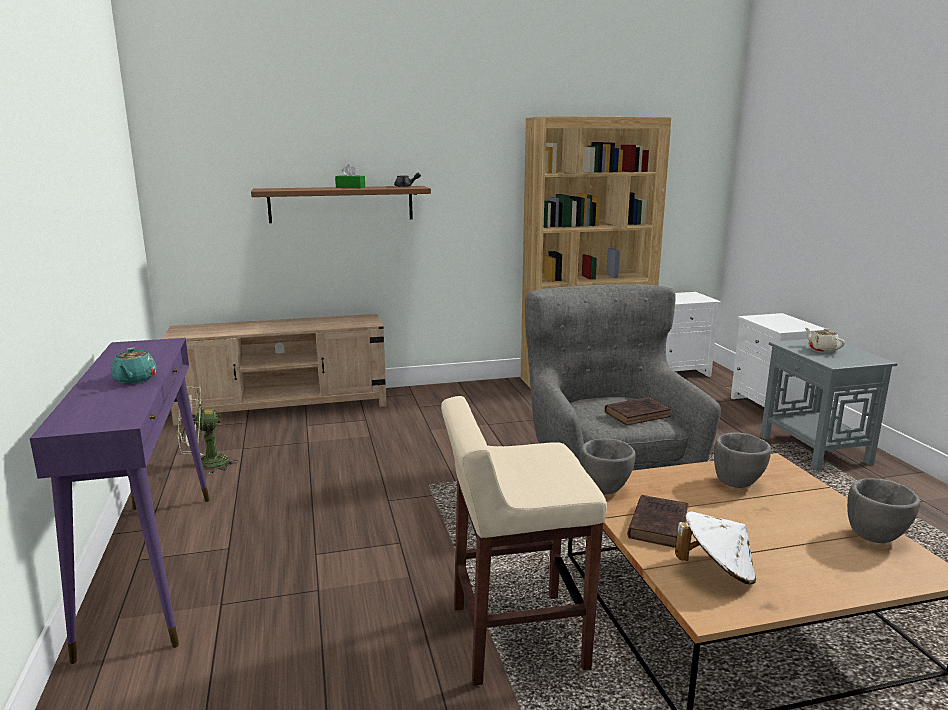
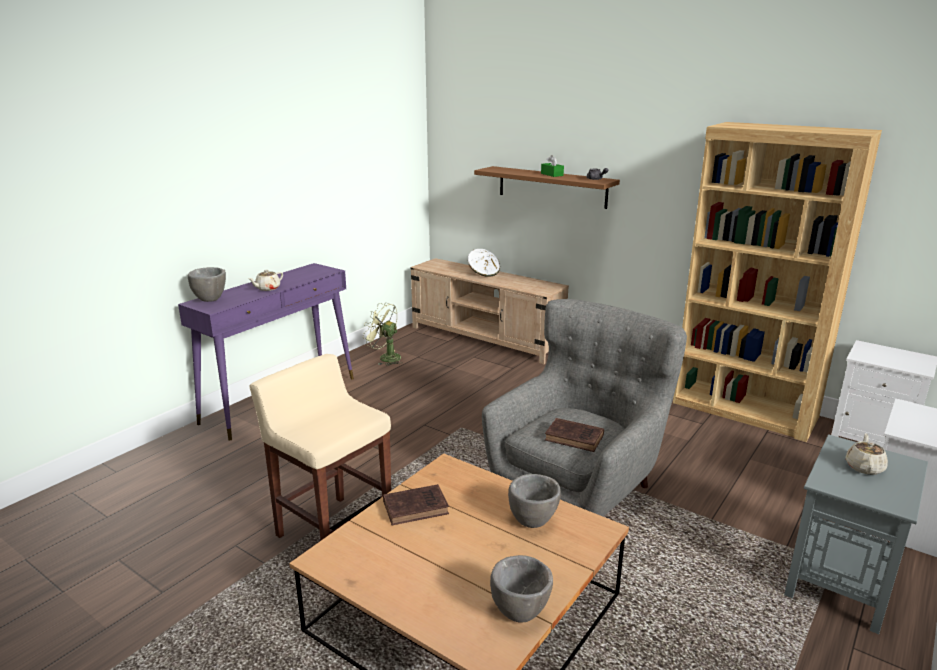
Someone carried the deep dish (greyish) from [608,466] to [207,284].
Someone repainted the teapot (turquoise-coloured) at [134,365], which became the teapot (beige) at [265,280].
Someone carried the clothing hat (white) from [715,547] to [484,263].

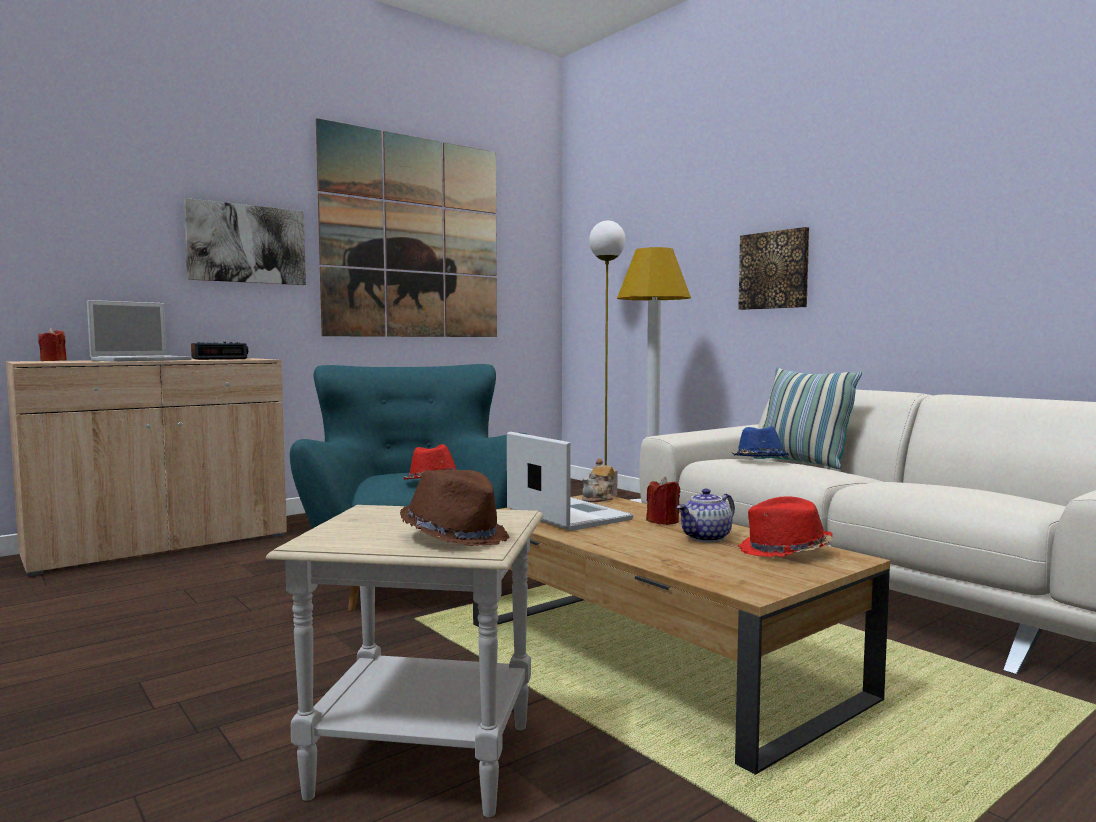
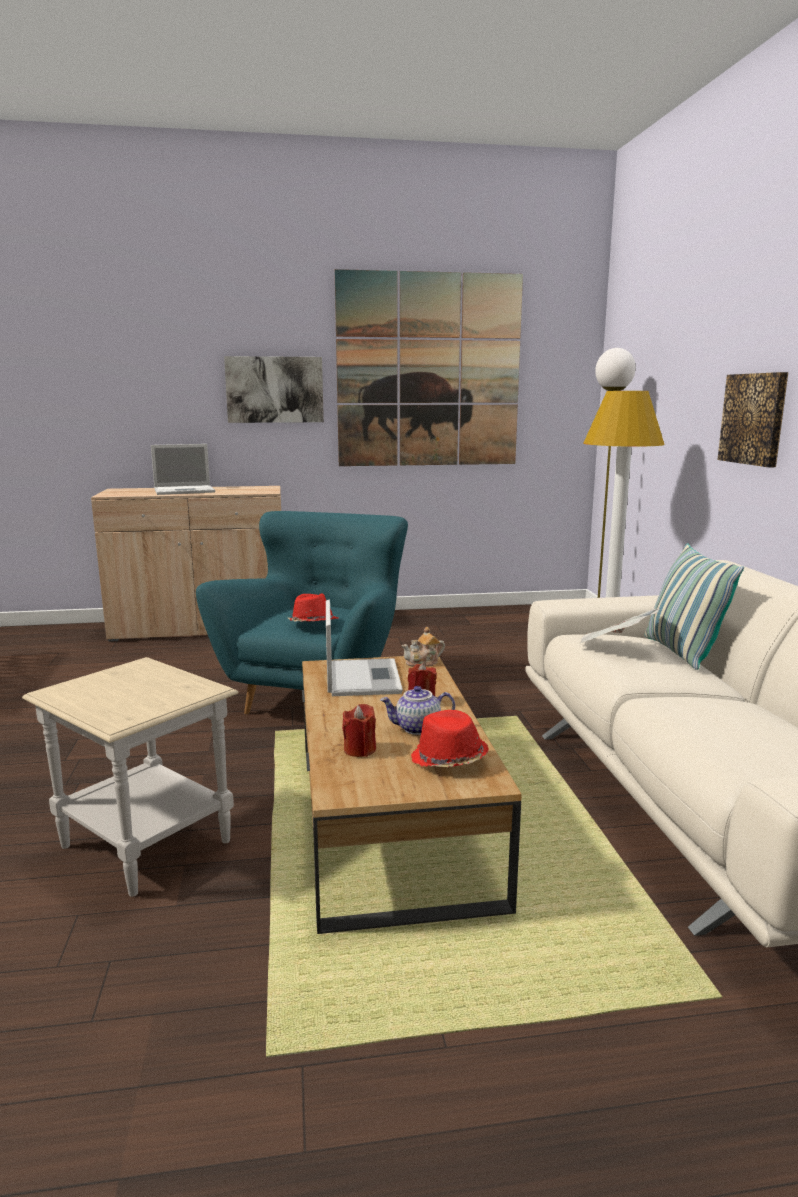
Someone carried the wax candle (reddish) from [52,344] to [359,730].
Someone swapped the clothing hat (blue-coloured) at [760,441] for the daily paper at [619,626].
Someone took away the bedside clock at [219,351].
Someone took away the clothing hat (brown) at [455,508].

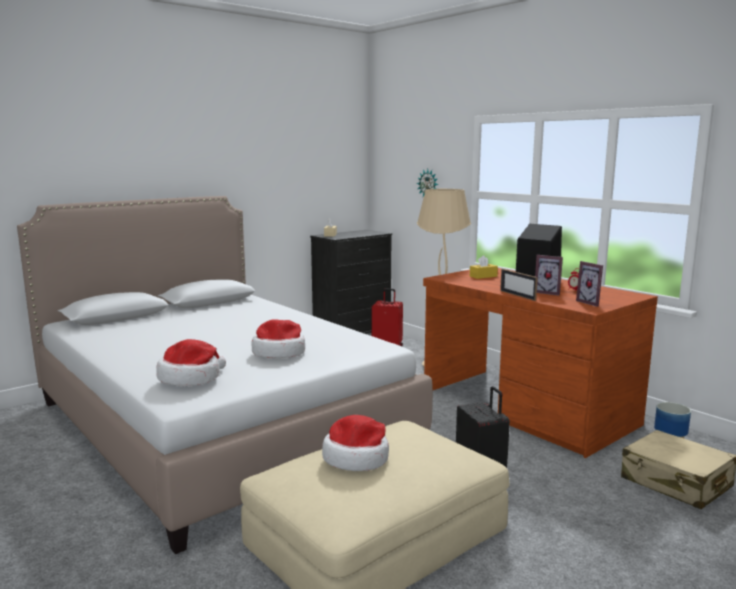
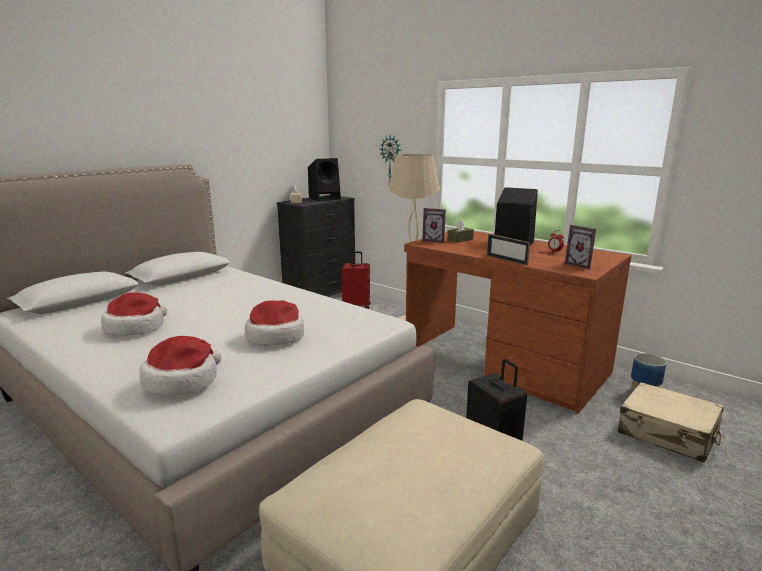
Someone carried the clothing hat from [355,443] to [134,314].
Someone put down the loudspeaker (black) at [324,179].
Someone carried the picture frame from [549,275] to [434,225].
Someone repainted the tissue box (yellow-coloured) at [484,267], which became the tissue box (brown) at [460,231].

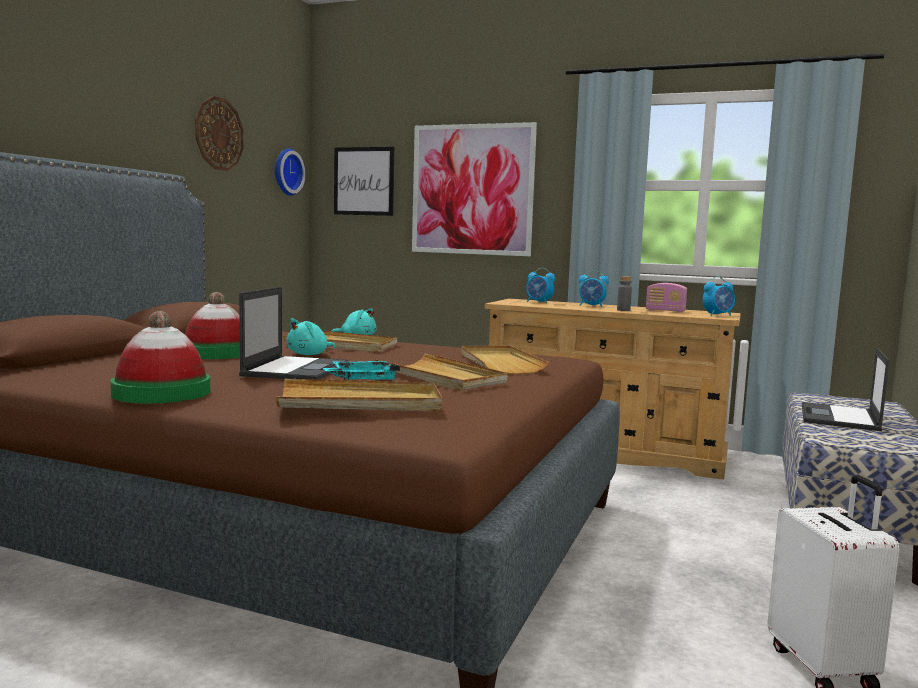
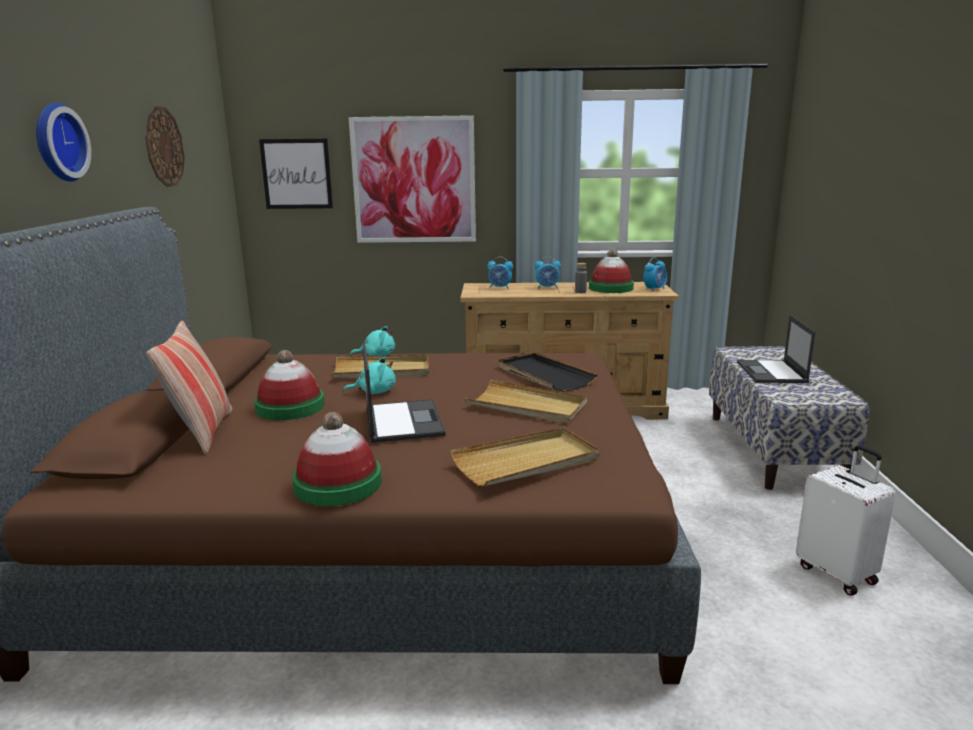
Someone carried the hanging clock from [290,172] to [63,142].
Someone put down the cushion at [189,387].
Someone rotated the plush toy (turquoise-coloured) at [311,336] by 120 degrees counterclockwise.
Someone repainted the serving tray (beige) at [505,360], which became the serving tray (black) at [548,372].
Someone swapped the radio receiver at [666,298] for the clothing hat at [611,271].
Someone took away the serving tray (turquoise-coloured) at [361,370].

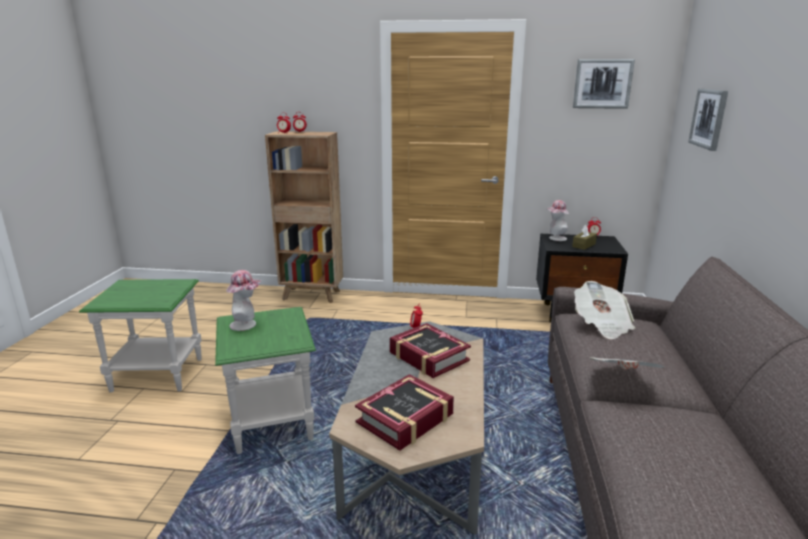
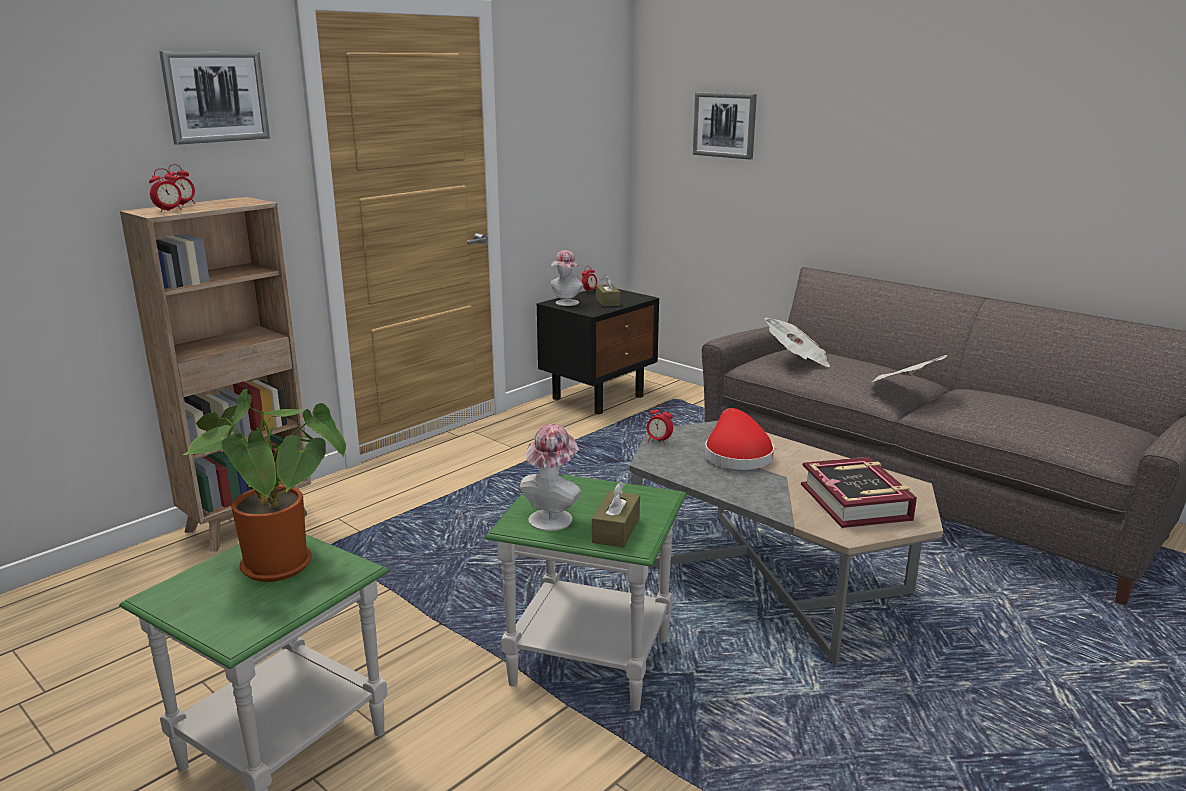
Someone carried the picture from [604,84] to [214,98].
Someone put down the houseplant at [264,485].
Someone put down the tissue box (brown) at [616,515].
Someone swapped the book at [430,350] for the clothing hat (reddish) at [739,439].

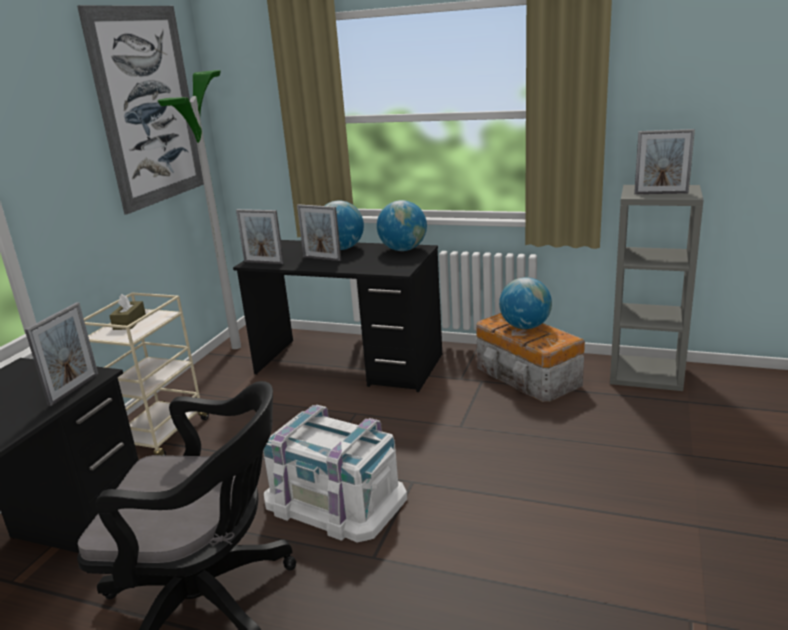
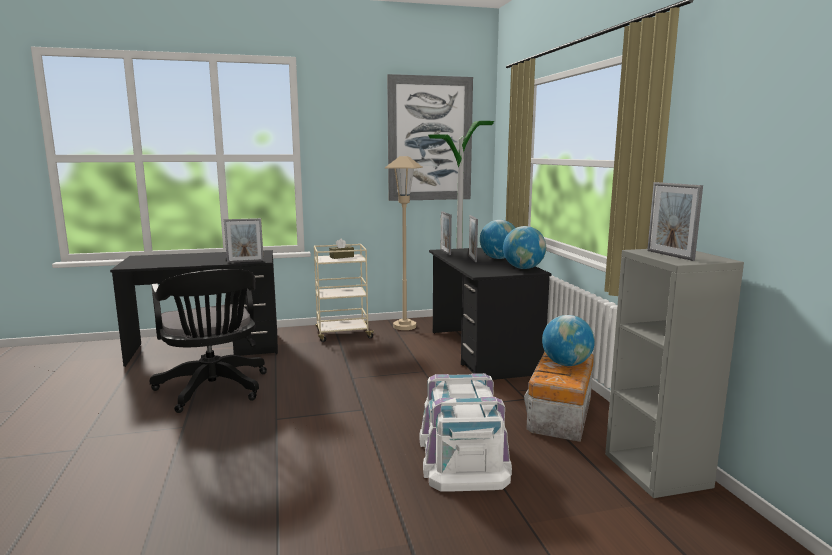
Someone put down the standard lamp (beige) at [404,243].
Someone carried the storage box (white) from [335,473] to [466,432].

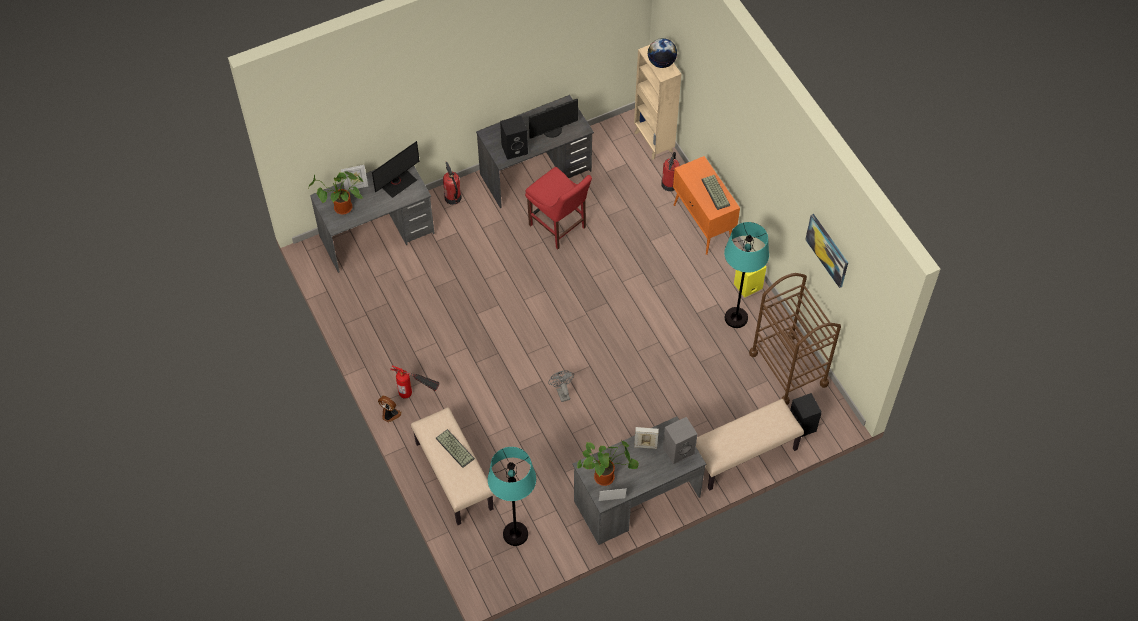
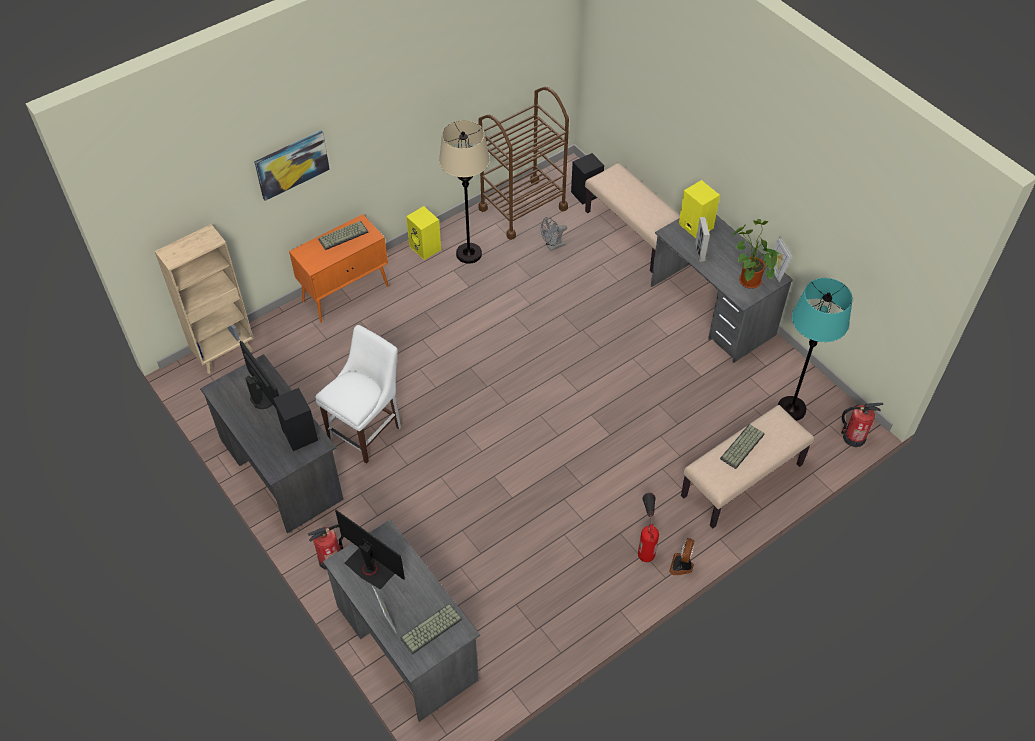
Someone carried the picture from [826,251] to [292,166].
Someone repainted the plain chair (reddish) at [558,208], which became the plain chair (white) at [358,394].
Someone swapped the houseplant at [335,193] for the keyboard at [431,629].
Someone repainted the standard lamp (turquoise-coloured) at [746,275], which became the standard lamp (beige) at [464,192].
Someone carried the fan (greyish) from [561,386] to [554,234].
Someone repainted the loudspeaker (greyish) at [680,440], which became the loudspeaker (yellow-coloured) at [699,209].
Someone carried the fire extinguisher from [670,171] to [862,425].
Someone took away the globe at [662,53].

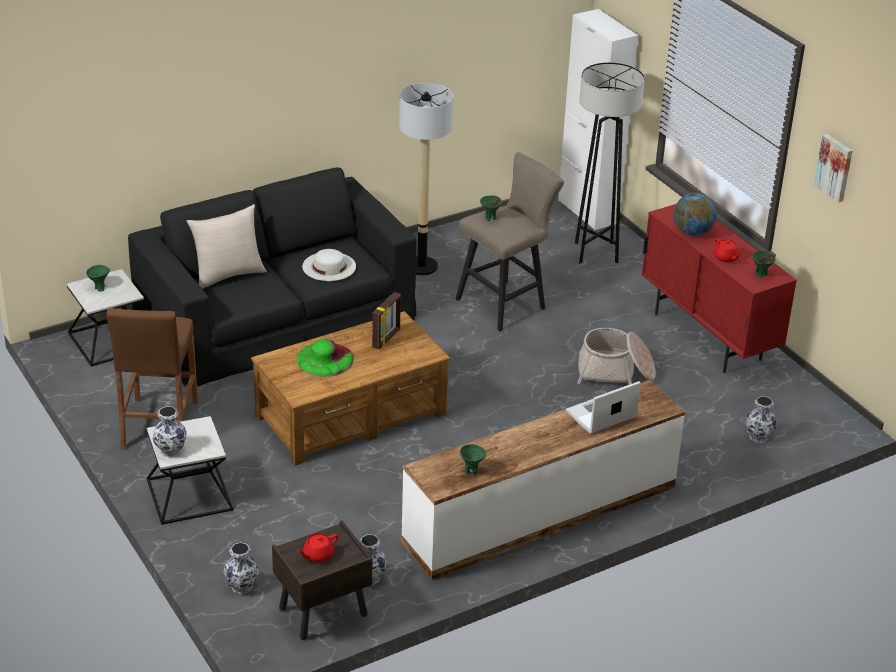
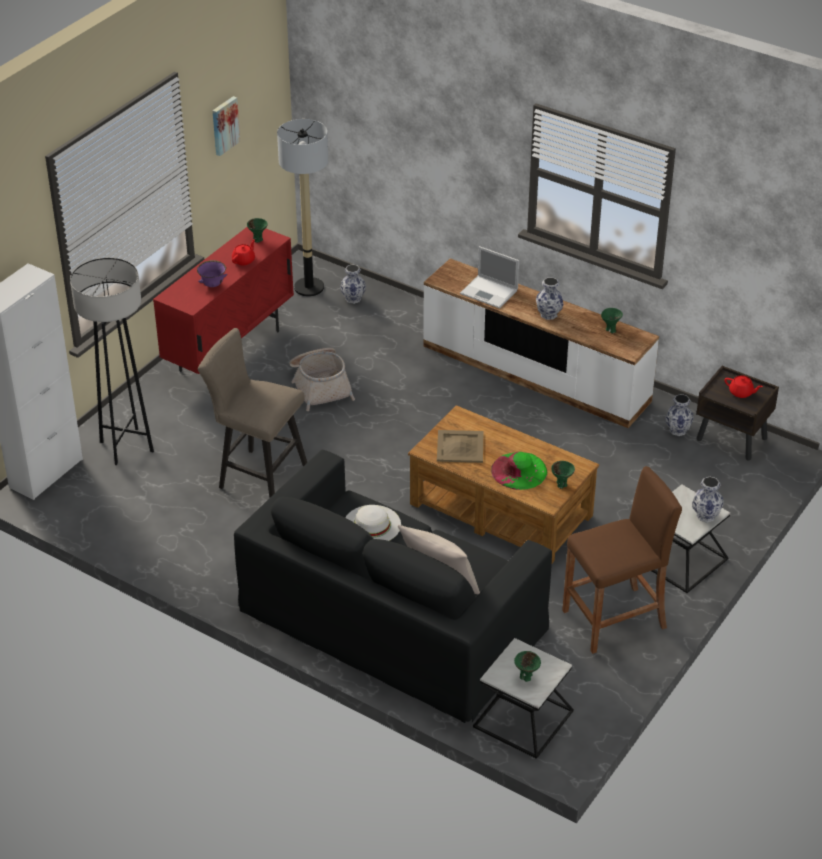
Someone swapped the globe at [695,214] for the deep dish (purple-coloured) at [212,273].
Someone carried the standard lamp from [426,179] to [302,208].
Someone swapped the picture frame at [386,321] for the serving tray (beige) at [460,446].
Someone carried the flower vase from [241,568] to [550,298].
Someone carried the deep dish (greenish) from [491,208] to [563,475].

